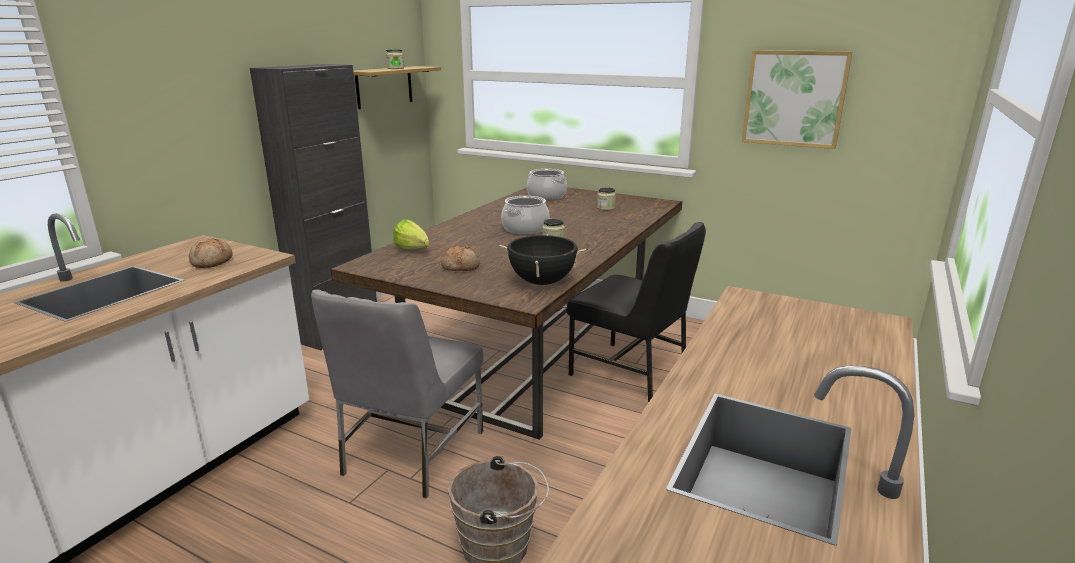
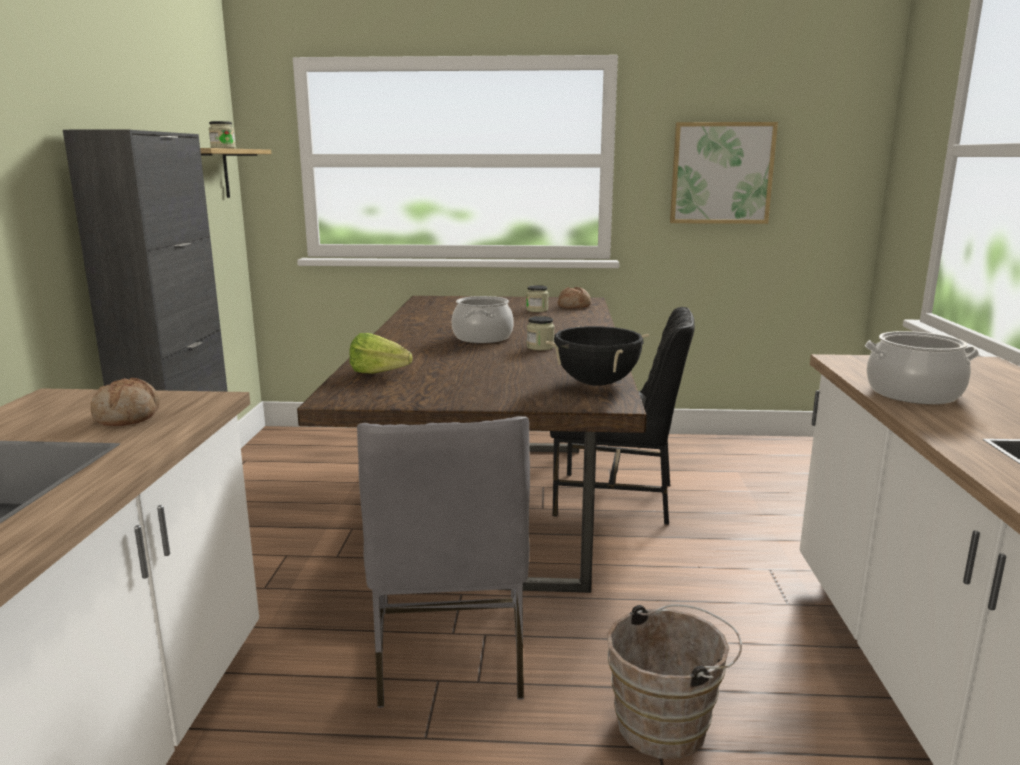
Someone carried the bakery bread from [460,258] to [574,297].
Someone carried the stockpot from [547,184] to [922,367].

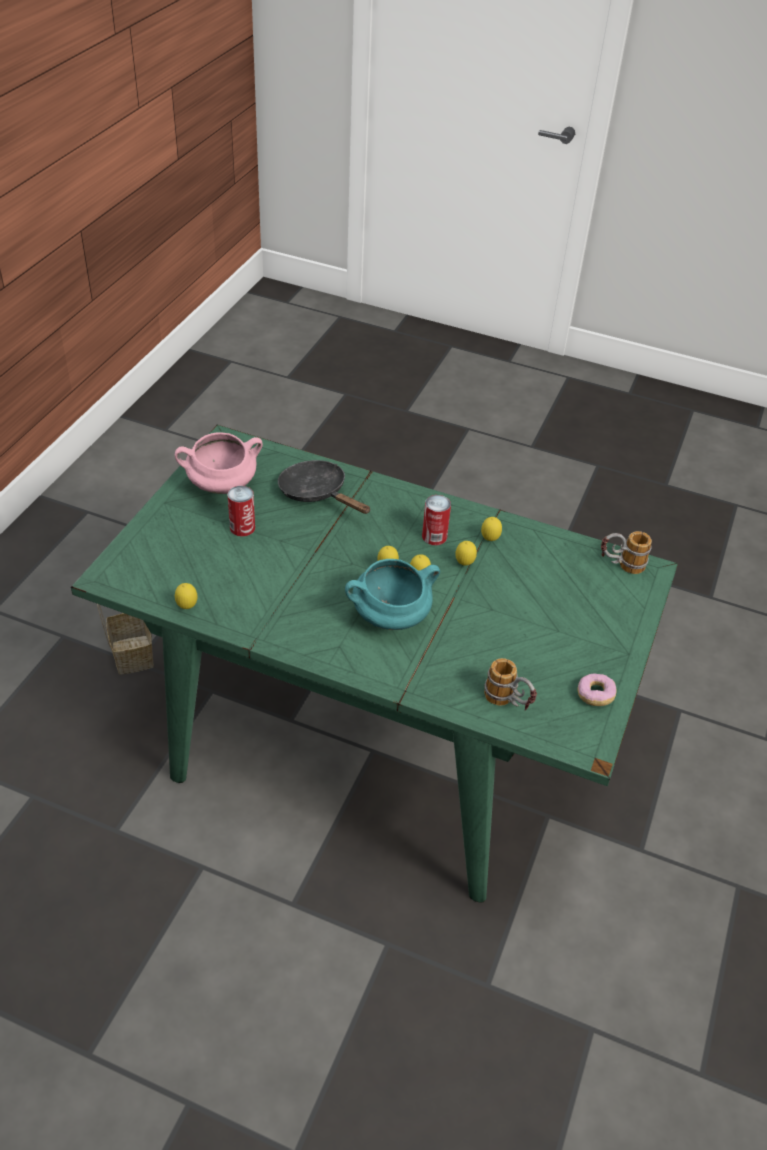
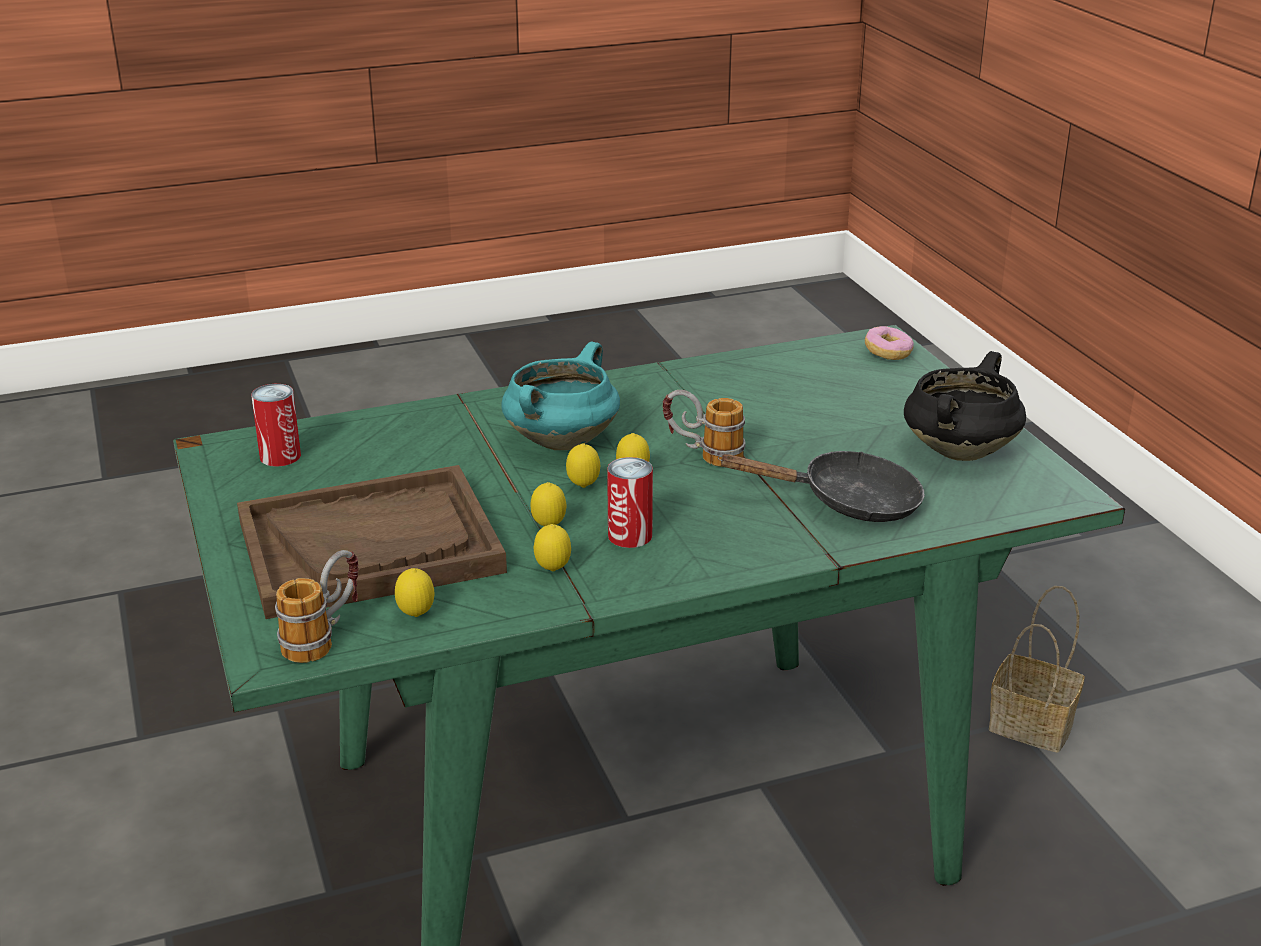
Someone put down the serving tray (brown) at [372,542].
Someone carried the metal can from [241,511] to [276,425].
Someone carried the citrus fruit from [186,596] to [414,592].
Someone carried the mug from [510,684] to [704,428].
Someone carried the doughnut from [597,689] to [889,343].
Someone repainted the stockpot (pink-coloured) at [219,463], which became the stockpot (black) at [965,406].

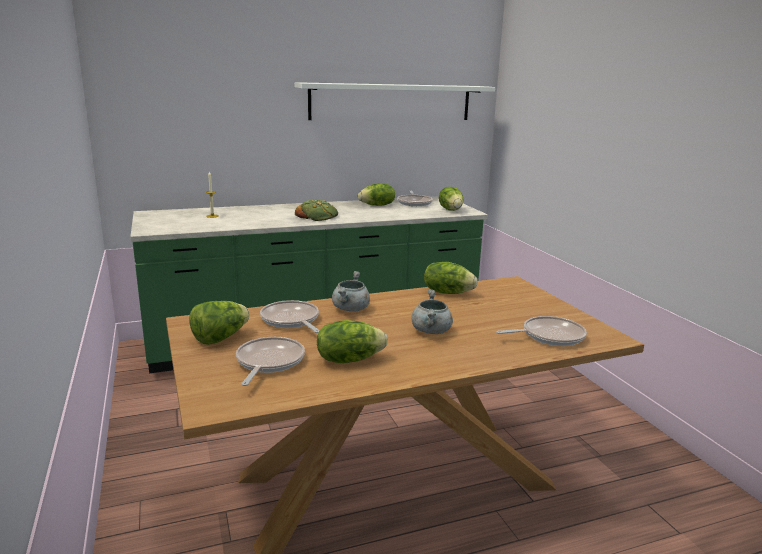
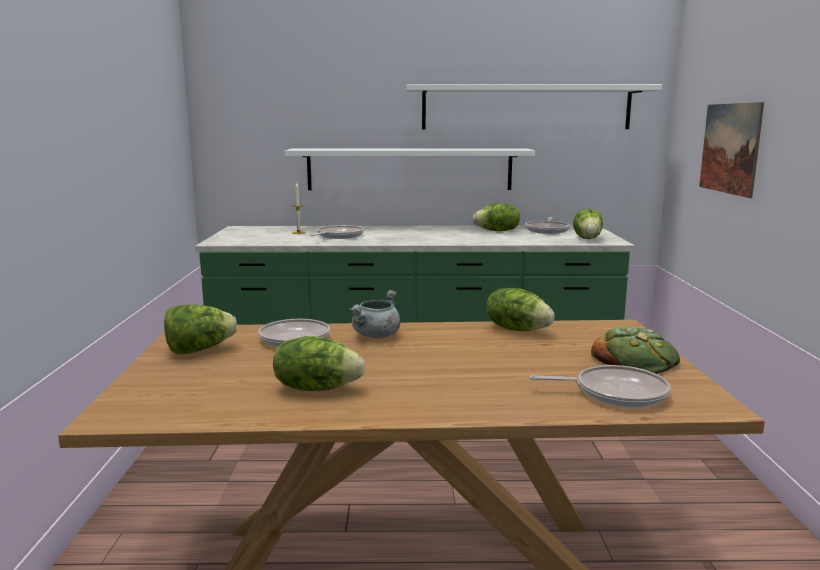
Someone put up the bracket shelf (white) at [410,169].
Someone carried the skillet from [270,361] to [337,232].
Someone carried the bakery bread from [316,210] to [635,350].
Someone put up the picture at [731,150].
Someone took away the stockpot (greyish) at [432,311].

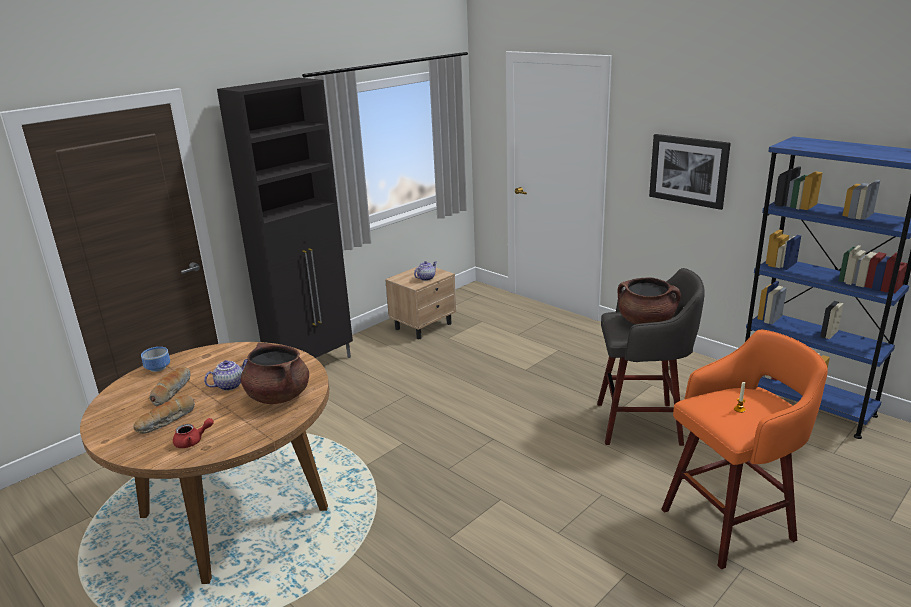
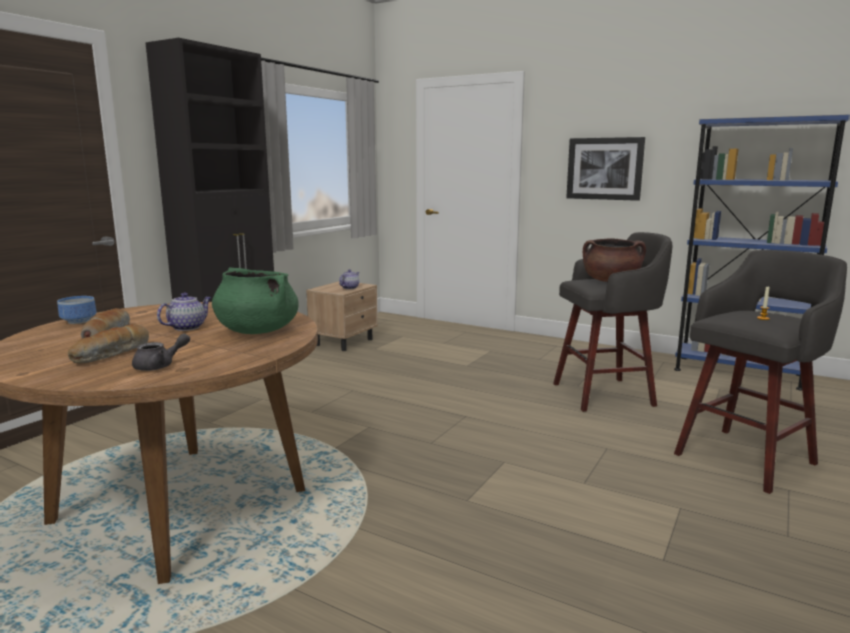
Someone repainted the teapot (reddish) at [193,433], which became the teapot (greyish) at [161,352].
Someone repainted the stockpot (brown) at [275,373], which became the stockpot (greenish) at [255,300].
Someone repainted the stool (orange-coloured) at [744,449], which became the stool (greyish) at [760,372].

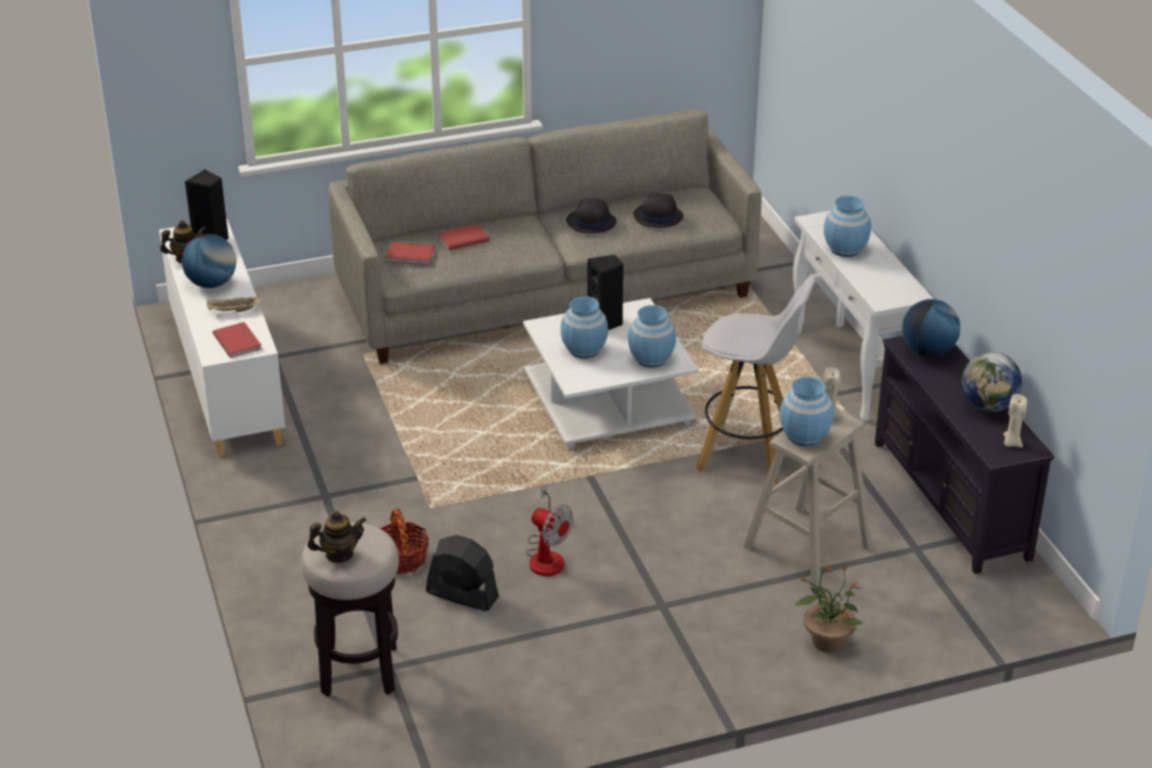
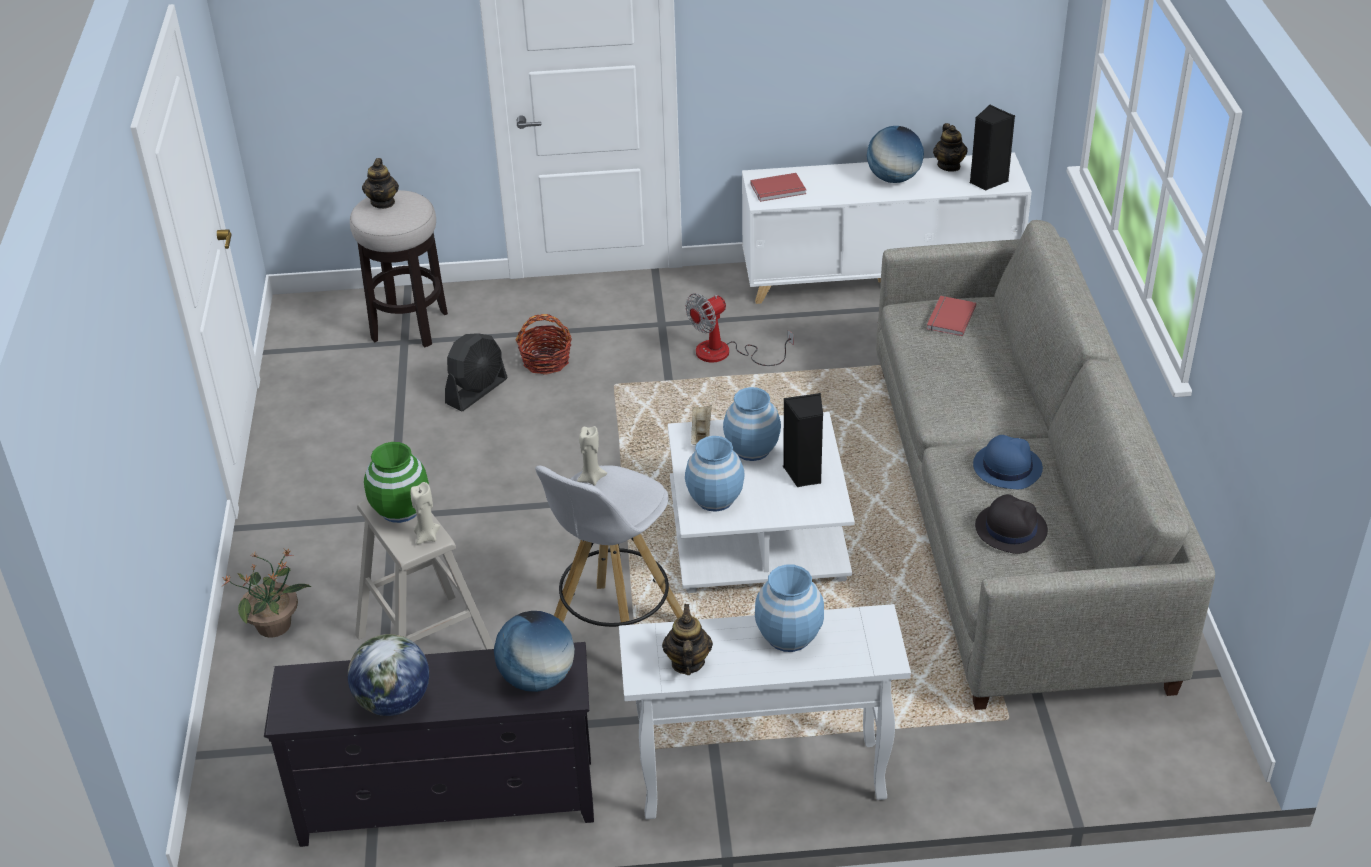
Someone repainted the flower vase (blue-coloured) at [806,412], which became the flower vase (greenish) at [396,482].
Someone carried the wax candle (beige) from [1015,421] to [592,456].
Someone put down the teapot at [687,639].
Someone carried the fan from [549,530] to [739,329].
Someone carried the serving tray (beige) from [233,304] to [701,425].
Someone repainted the clothing hat (black) at [591,216], which became the clothing hat (blue-coloured) at [1008,462].
Someone took away the book (reddish) at [463,236].

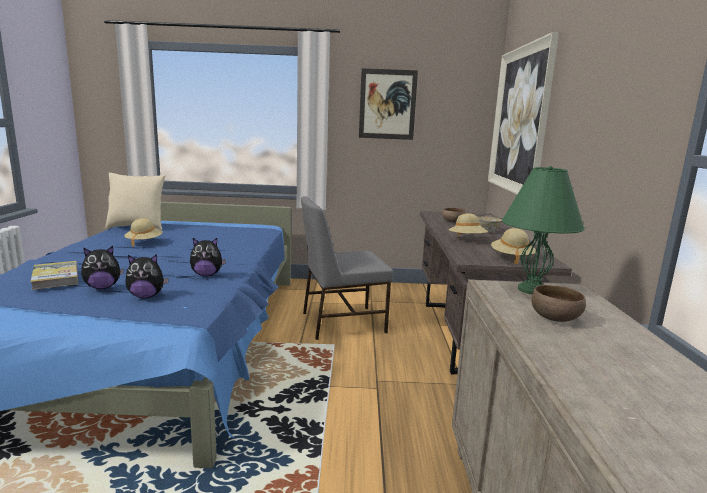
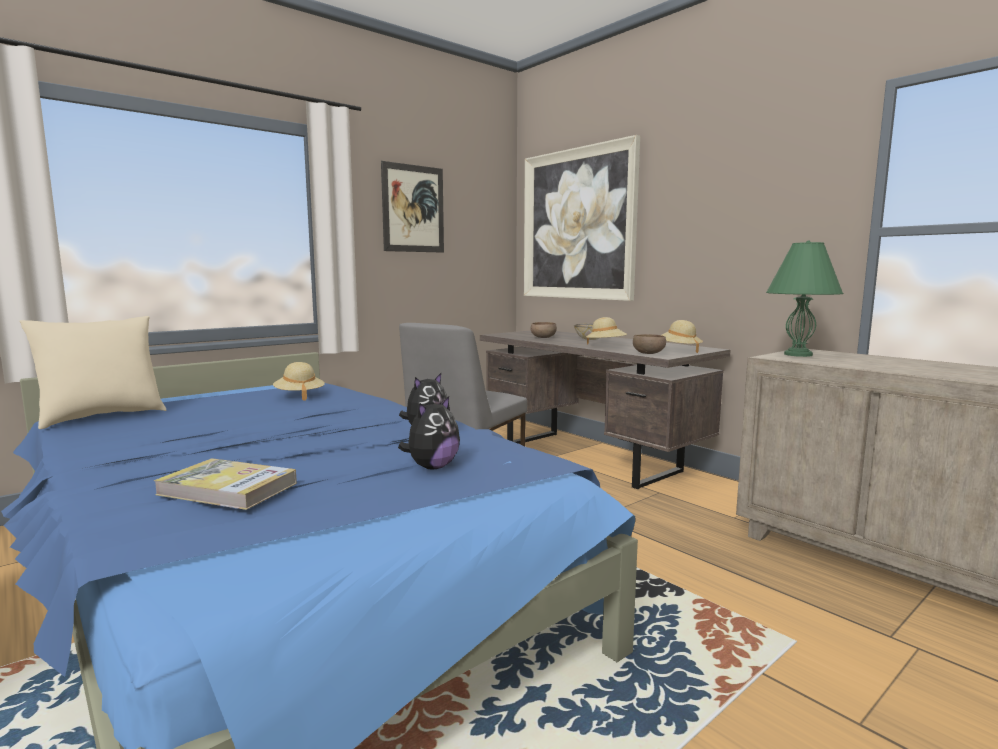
Someone carried the clothing hat (beige) from [143,232] to [299,381].
Someone carried the deep dish (brown) from [558,303] to [649,344].
Someone took away the plush toy at [102,267].

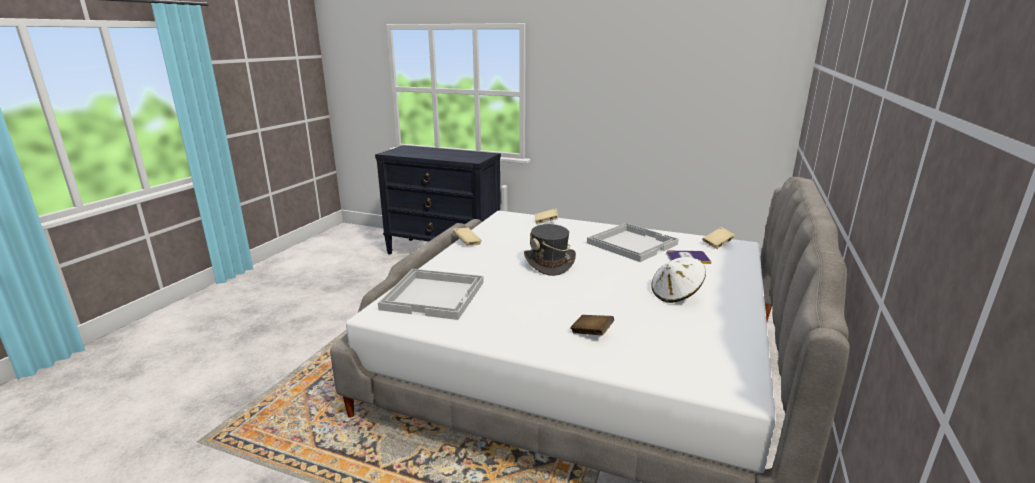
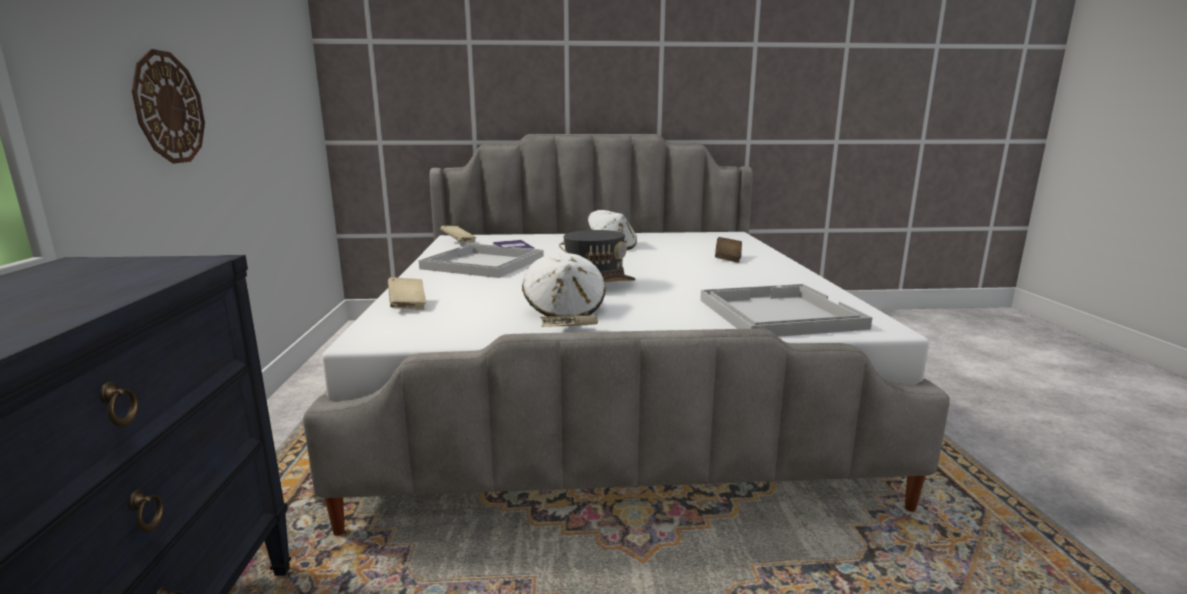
Someone put up the hanging clock at [168,106].
Someone put down the clothing hat (white) at [564,284].

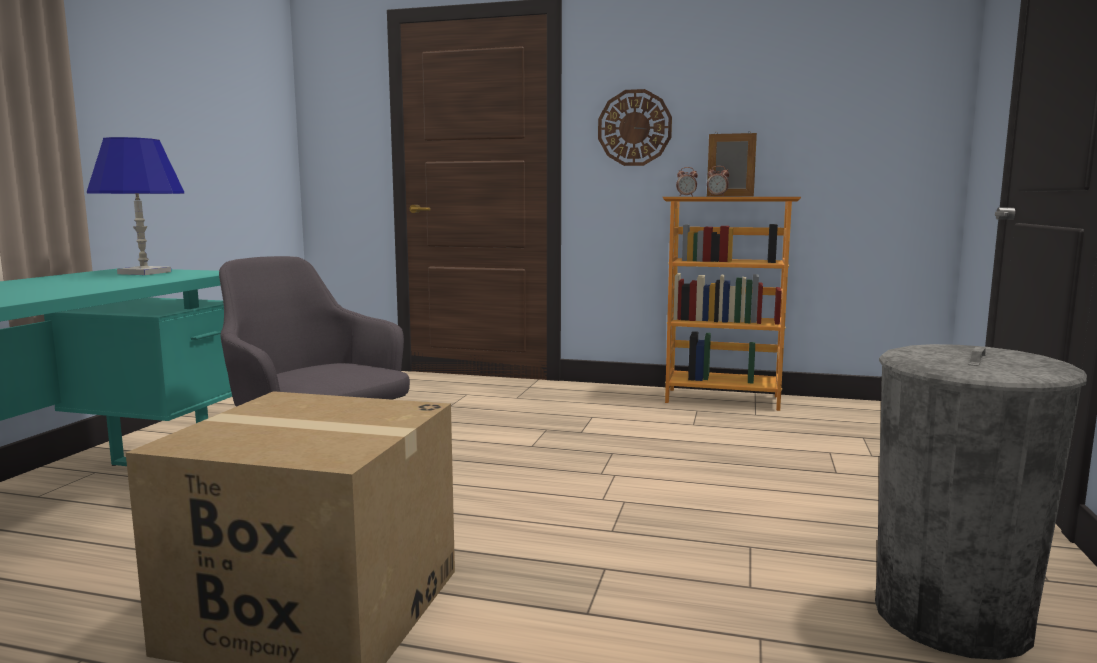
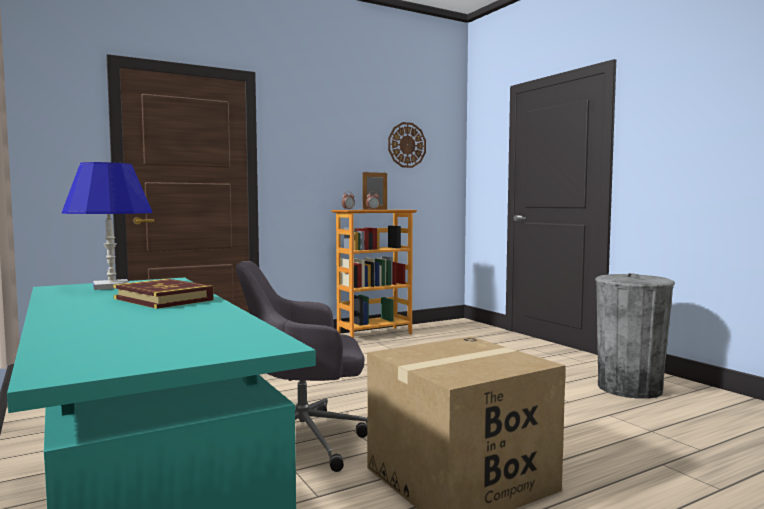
Someone put down the book at [163,294].
Someone carried the hanging clock from [635,127] to [407,145].

